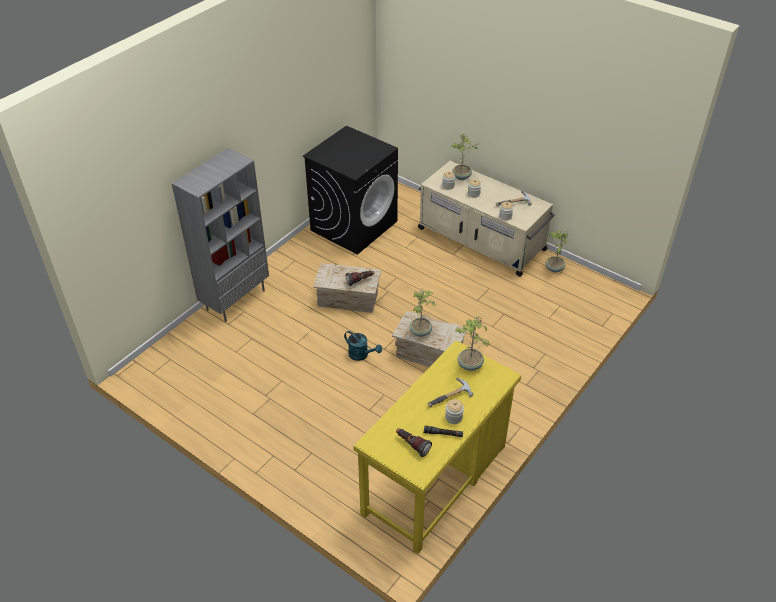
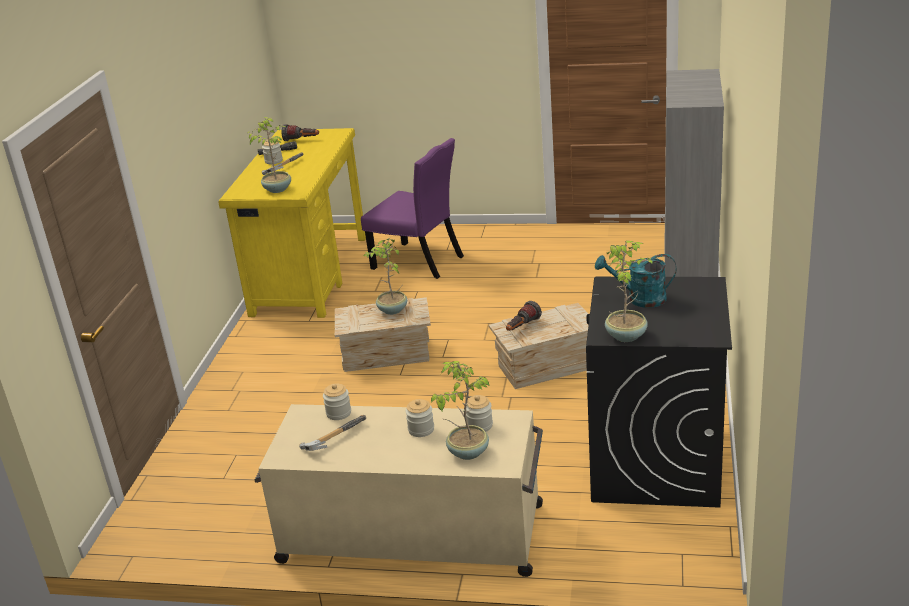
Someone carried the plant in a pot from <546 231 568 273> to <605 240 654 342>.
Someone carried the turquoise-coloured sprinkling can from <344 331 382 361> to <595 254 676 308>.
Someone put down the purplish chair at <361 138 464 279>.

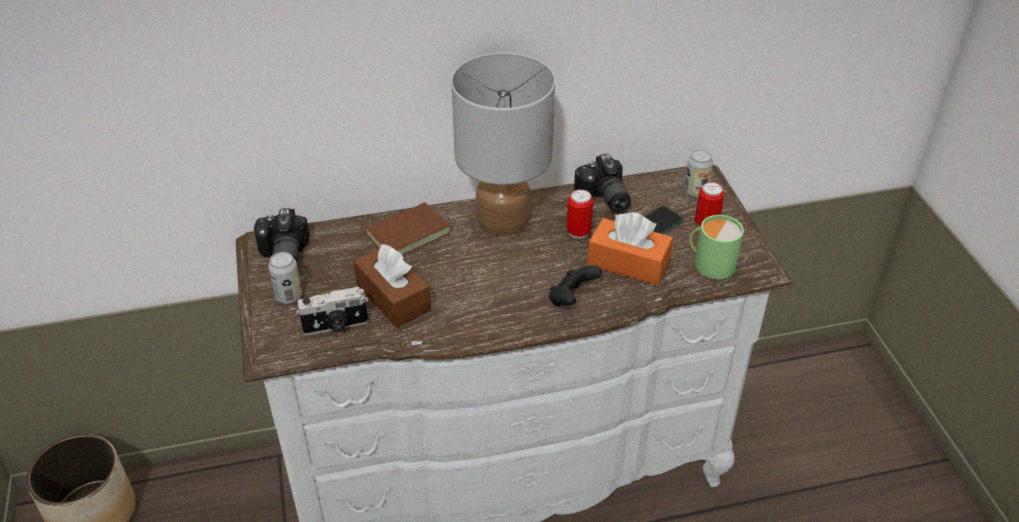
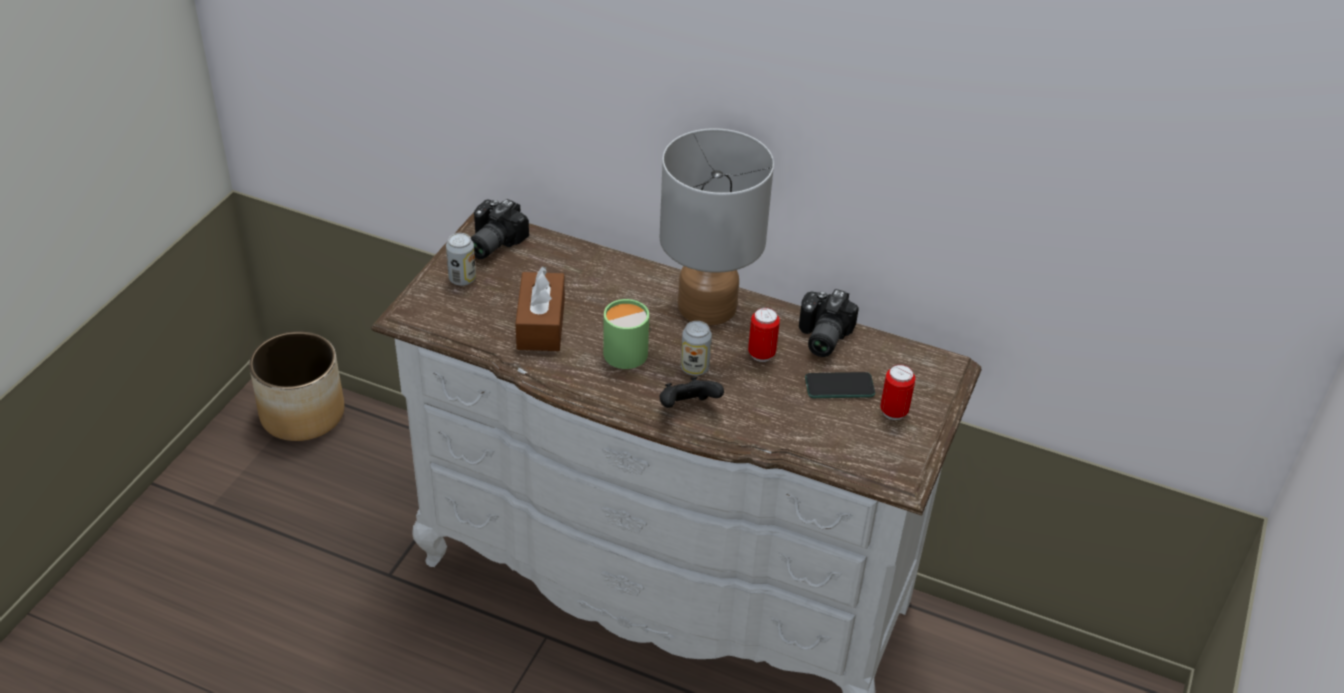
Someone carried the metal can from <684 150 713 197> to <681 321 712 376>.
Someone took away the brownish volume at <357 202 450 255>.
Someone took away the orange tissue box at <587 212 673 285>.
Someone carried the green-coloured coffee mug from <689 215 744 279> to <603 299 651 369>.
Someone took away the photo camera at <296 287 368 335>.

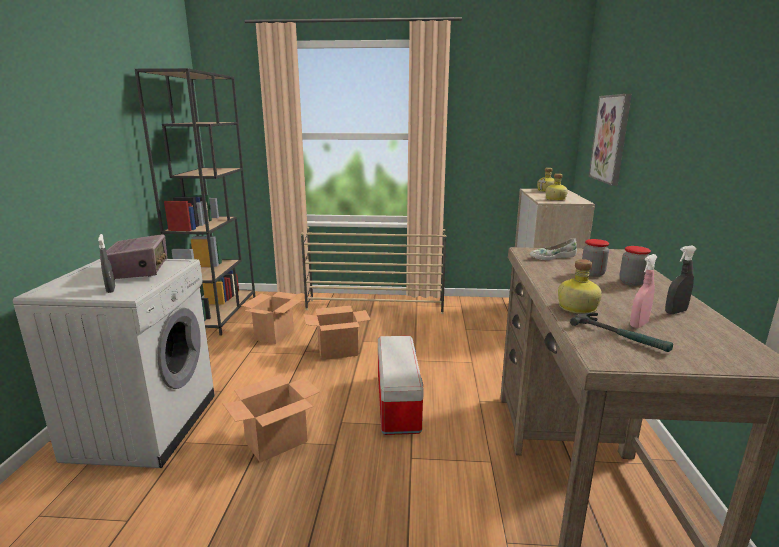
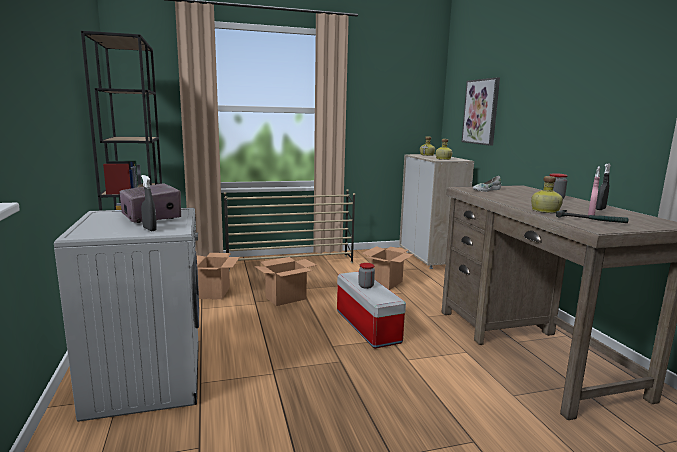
Someone carried the jar from <582 239 609 277> to <358 263 375 289>.
Someone carried the cardboard box from <223 374 321 463> to <362 246 414 290>.

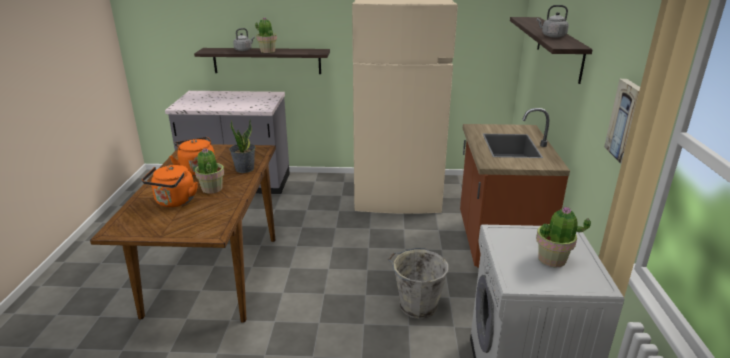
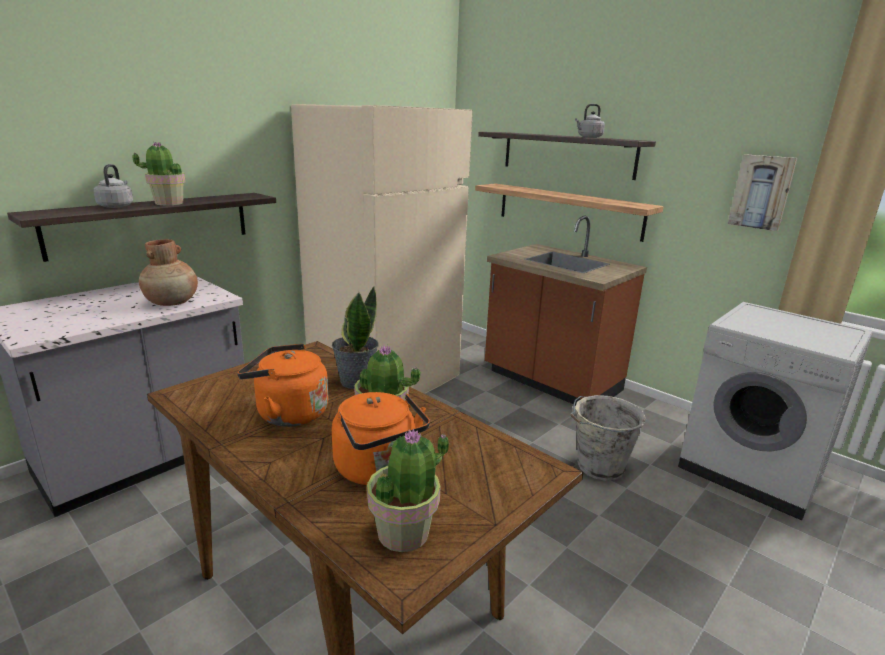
Someone carried the plant in a pot from <536 206 591 267> to <367 429 449 552>.
Someone put up the shelf at <475 183 664 242>.
Someone put down the brownish vase at <139 239 198 306>.

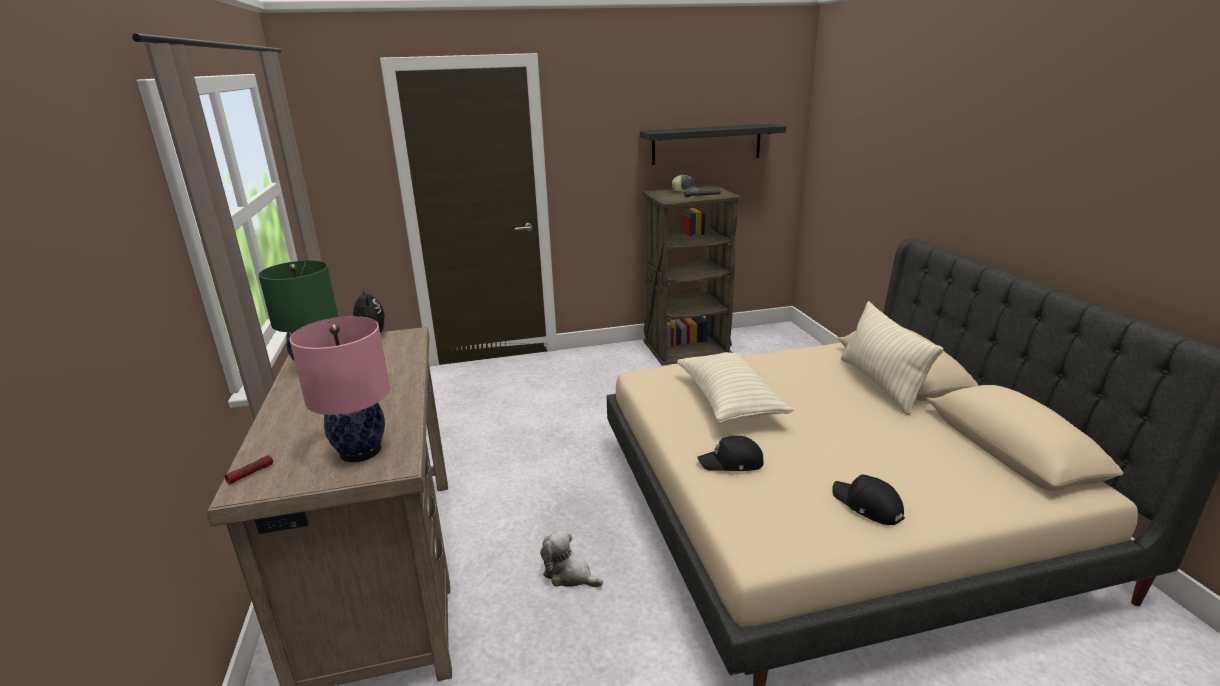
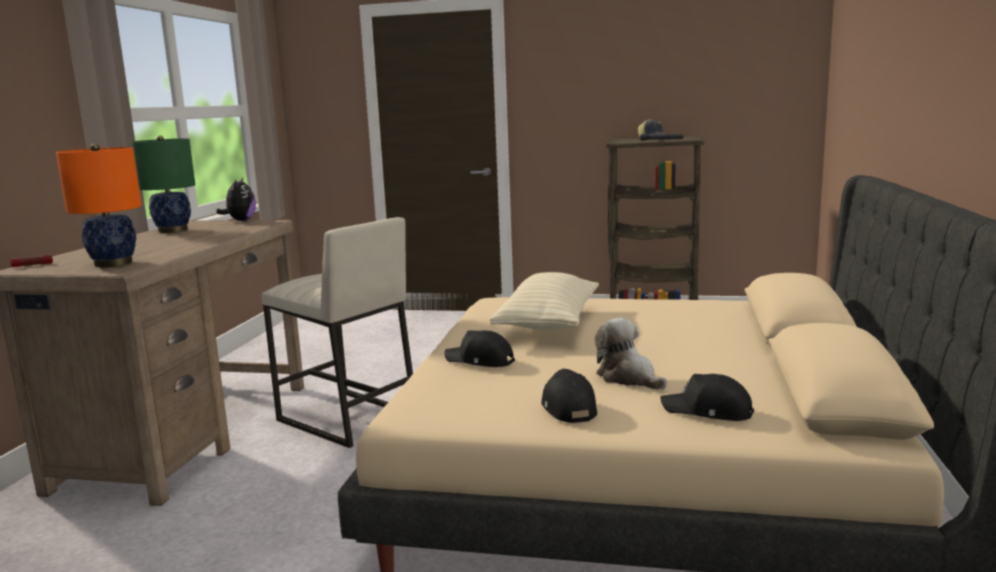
Someone took away the black shelf at <640 124 786 165>.
Someone took away the beige-coloured cushion at <841 301 944 415>.
Someone repainted the pink tabletop lamp at <289 316 390 462>, which became the orange tabletop lamp at <56 144 142 267>.
Someone carried the cuddly toy from <540 529 603 588> to <594 318 667 390>.
Someone put down the beige-coloured stool at <261 217 413 448>.
Someone put down the black cap at <660 374 754 421>.

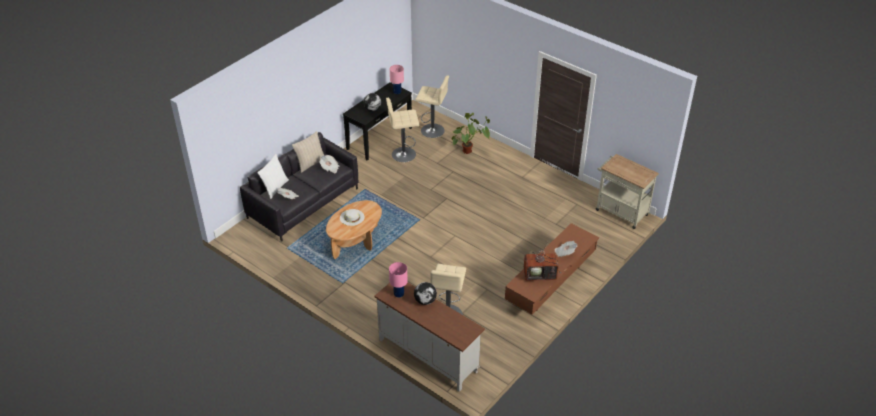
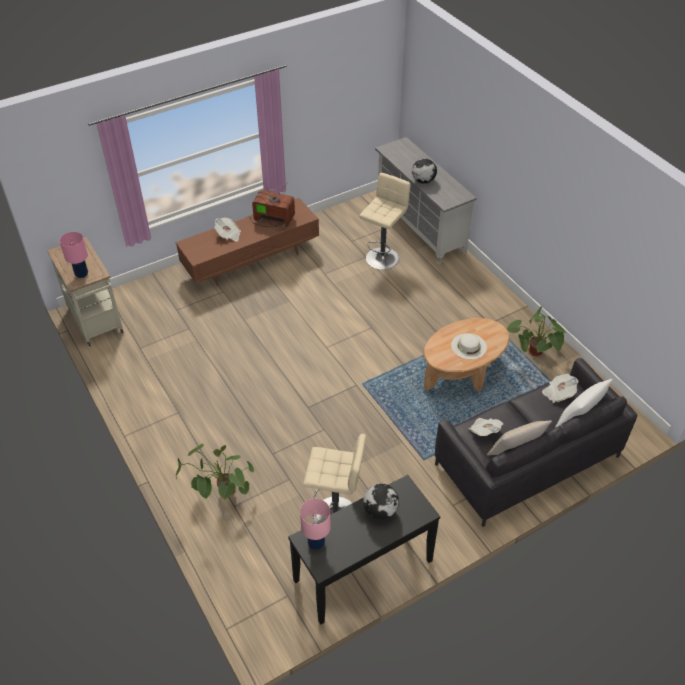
Someone took away the beige-coloured stool at <415 75 449 138>.
Someone carried the pink tabletop lamp from <389 262 408 298> to <59 232 88 278>.
Someone repainted the brownish chest of drawers at <374 282 485 392>, which became the gray chest of drawers at <375 137 477 265>.
Someone put down the plant in a pot at <506 306 566 356>.

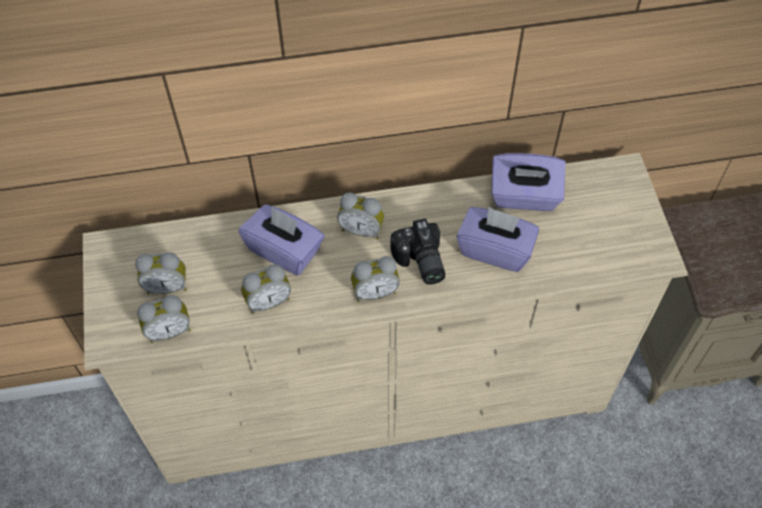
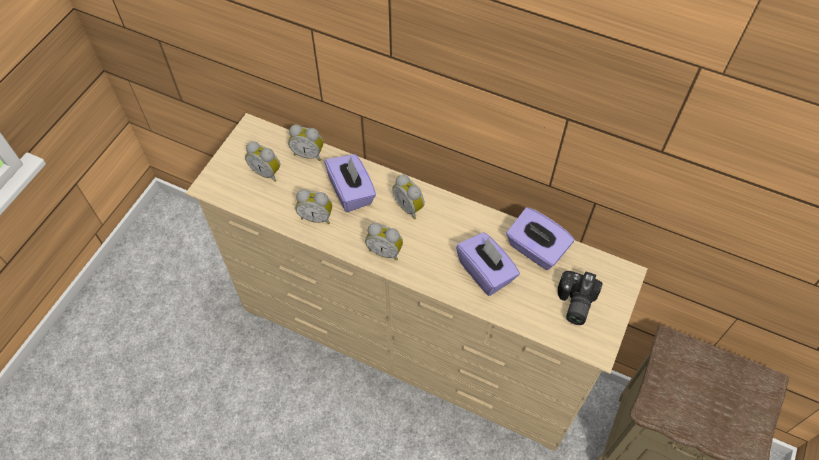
Someone carried the photo camera from <391 218 445 284> to <558 271 603 325>.
Someone carried the bedside clock from <137 295 191 343> to <288 125 323 161>.

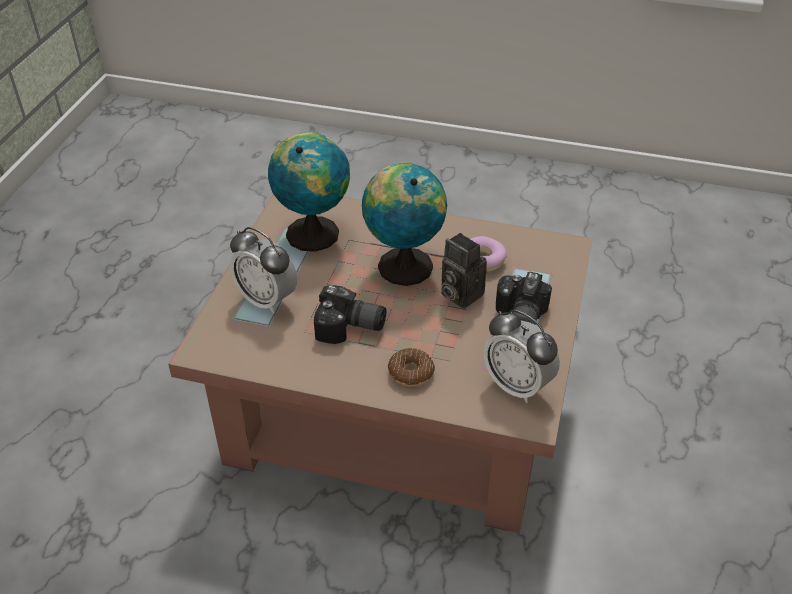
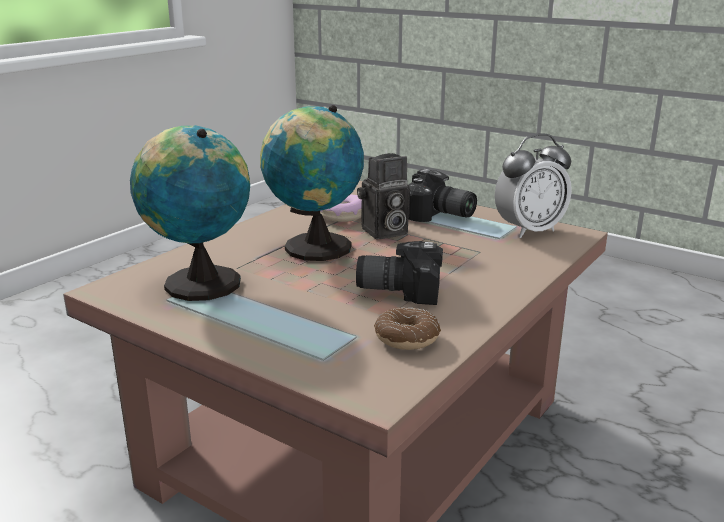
Someone took away the bedside clock at <230 227 297 314>.
Someone rotated the photo camera at <314 285 386 344> by 120 degrees counterclockwise.
Someone carried the ring doughnut from <388 348 435 387> to <374 308 441 350>.

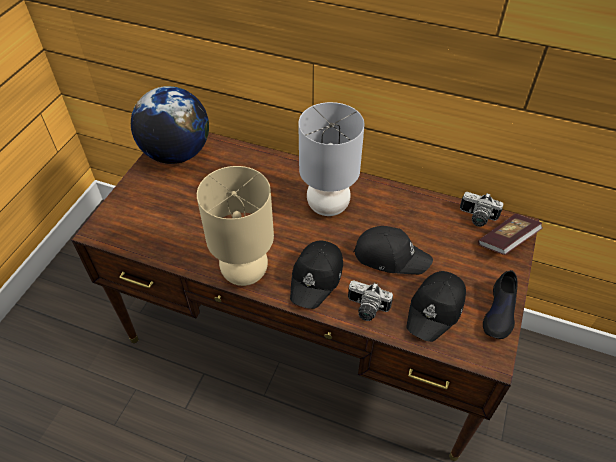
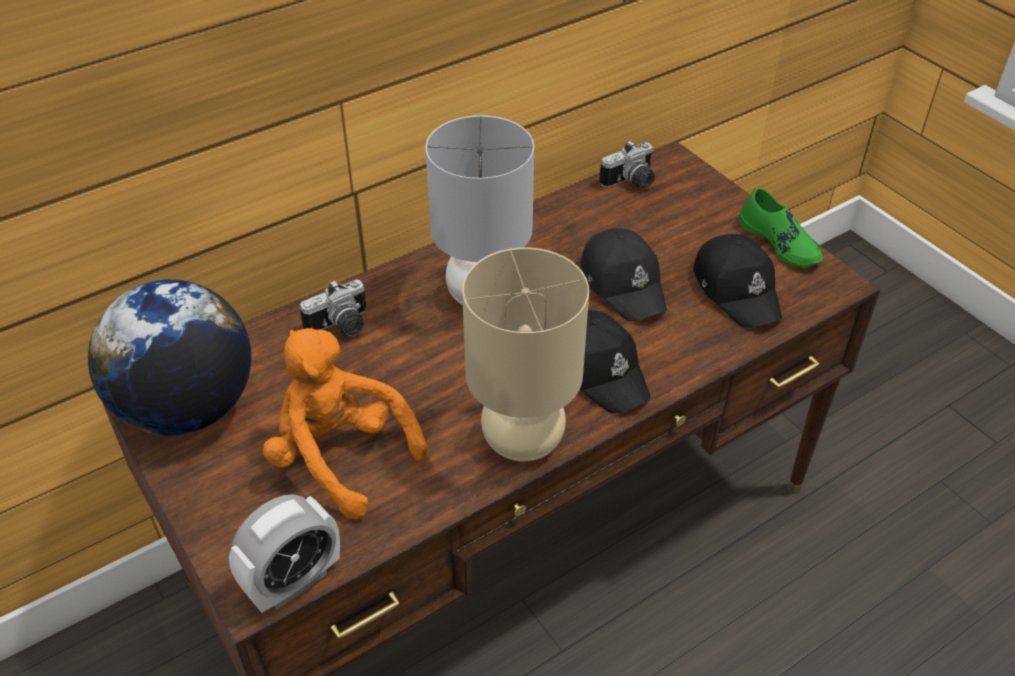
Someone took away the volume at <478 214 543 255>.
Someone rotated the black cap at <353 226 433 275> by 105 degrees clockwise.
Someone repainted the black low shoe at <483 270 518 339>, which became the green-coloured low shoe at <739 188 824 267>.
Someone carried the photo camera from <348 280 393 321> to <300 280 366 336>.
Someone put down the orange cuddly toy at <263 328 428 519>.
Someone put down the bedside clock at <229 494 340 613>.

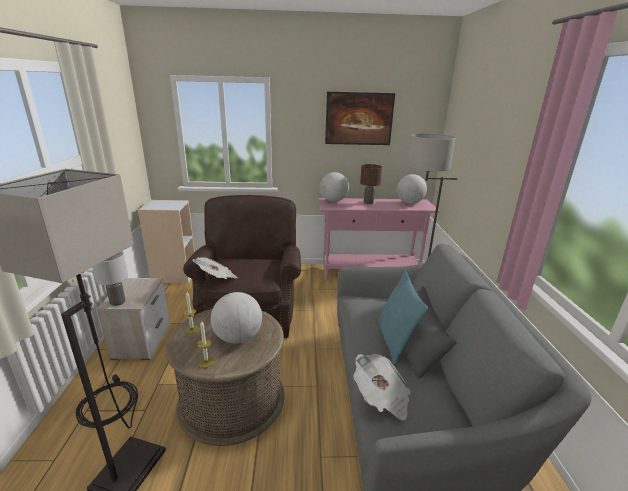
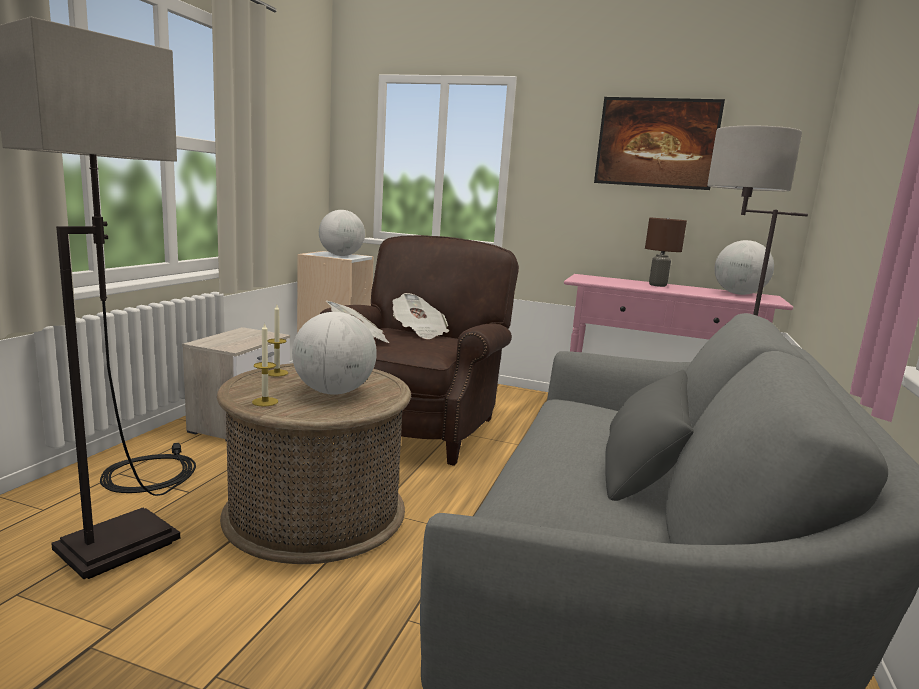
Someone carried the world globe from <320 172 349 202> to <319 210 365 256>.
Someone took away the whitish tabletop lamp at <92 251 128 306>.
Someone took away the turquoise-coloured cushion at <378 271 428 365>.
Someone carried the printed paper from <353 354 411 420> to <392 293 449 339>.

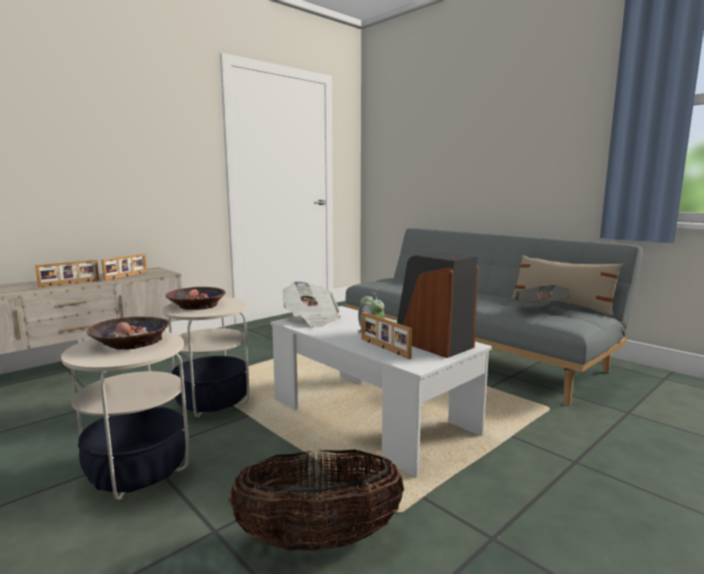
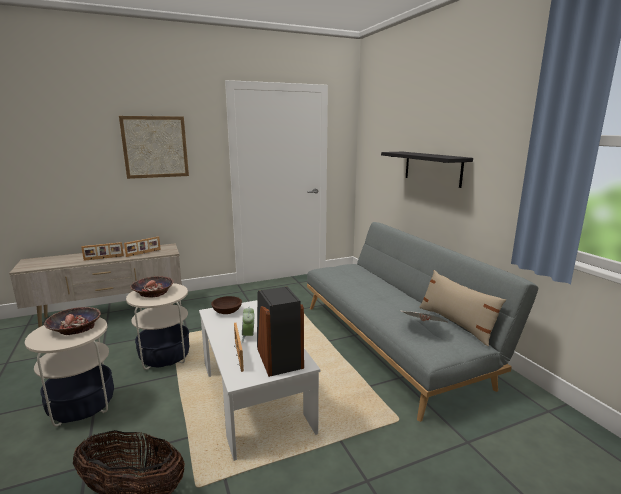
Someone swapped the printed paper at <282 281 341 328> for the brownish bowl at <211 296 242 314>.
Someone put up the wall art at <119 115 189 179>.
Someone put up the black shelf at <381 152 473 188>.

